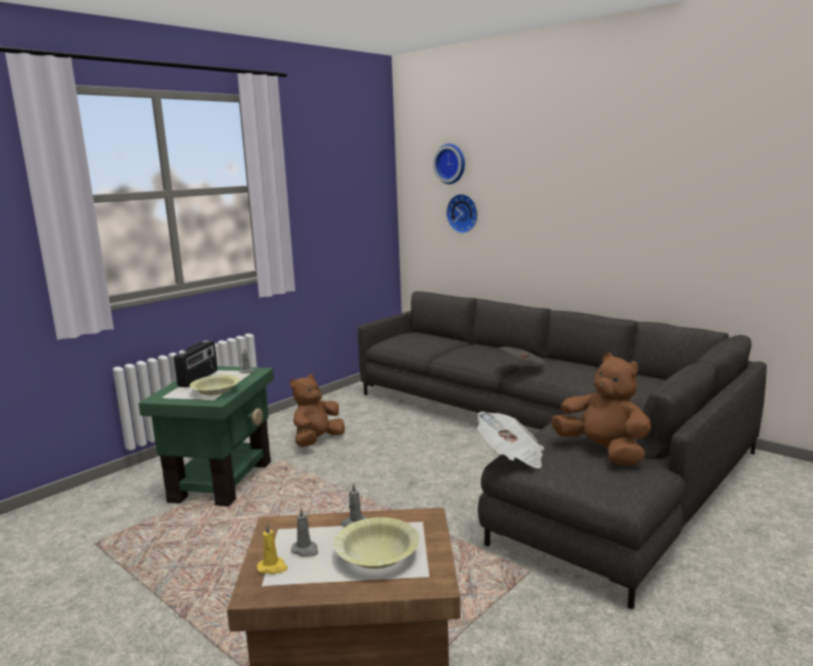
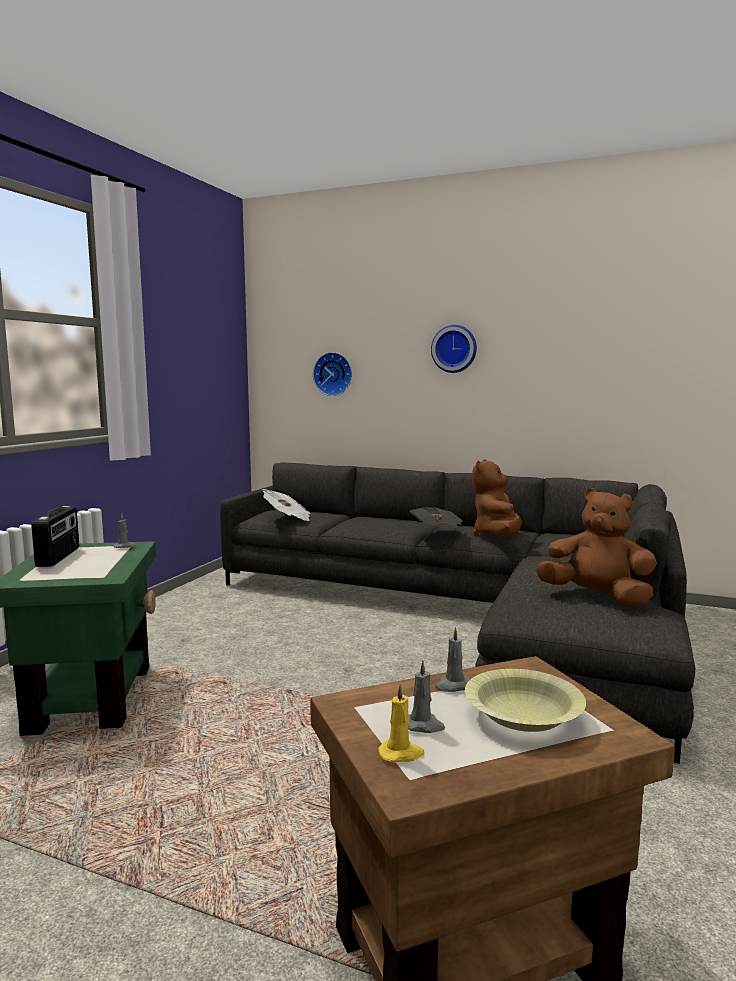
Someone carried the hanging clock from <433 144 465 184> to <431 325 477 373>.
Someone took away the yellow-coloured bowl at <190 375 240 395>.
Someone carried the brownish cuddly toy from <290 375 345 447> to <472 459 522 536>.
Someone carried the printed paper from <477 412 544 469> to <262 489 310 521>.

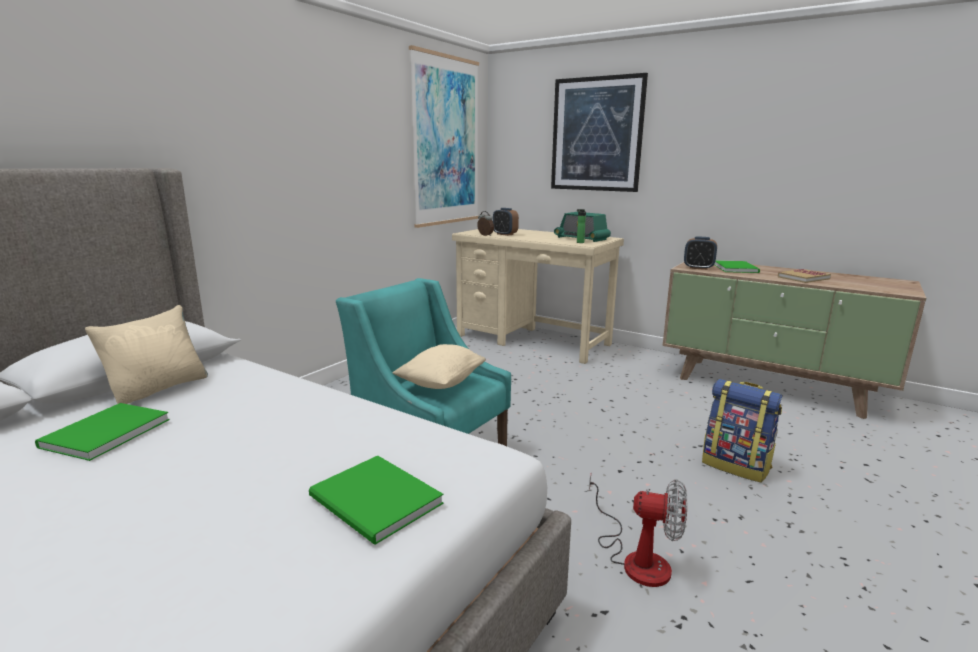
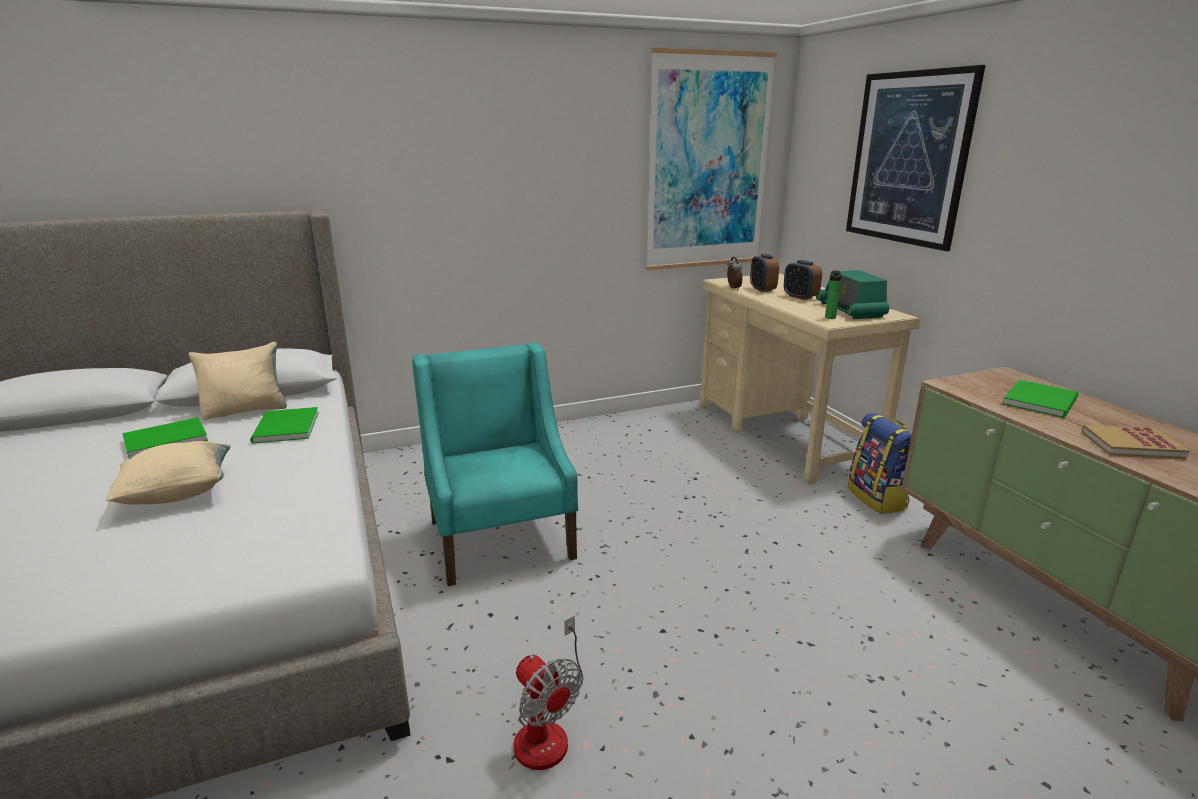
Someone carried the bedside clock from <684 236 717 270> to <784 260 822 300>.
Someone carried the beige-coloured cushion from <392 344 486 389> to <105 441 231 505>.
Someone carried the rucksack from <702 379 782 483> to <847 412 912 514>.
Someone carried the green-coloured volume from <309 455 444 545> to <250 407 319 444>.

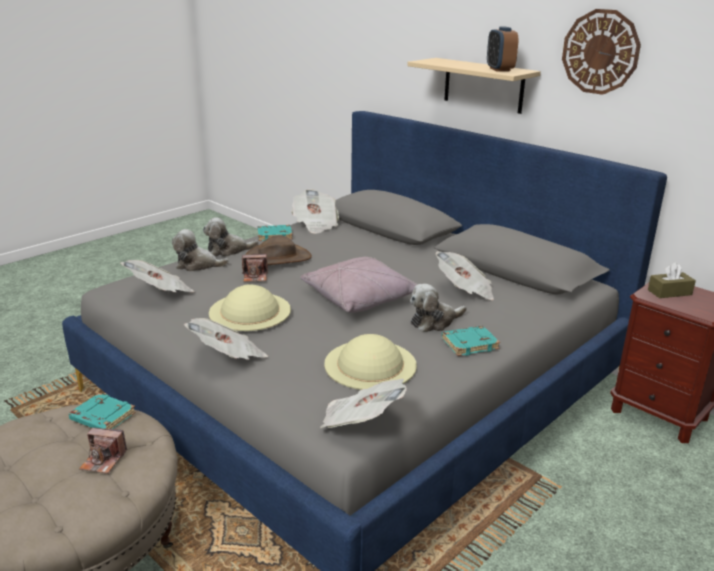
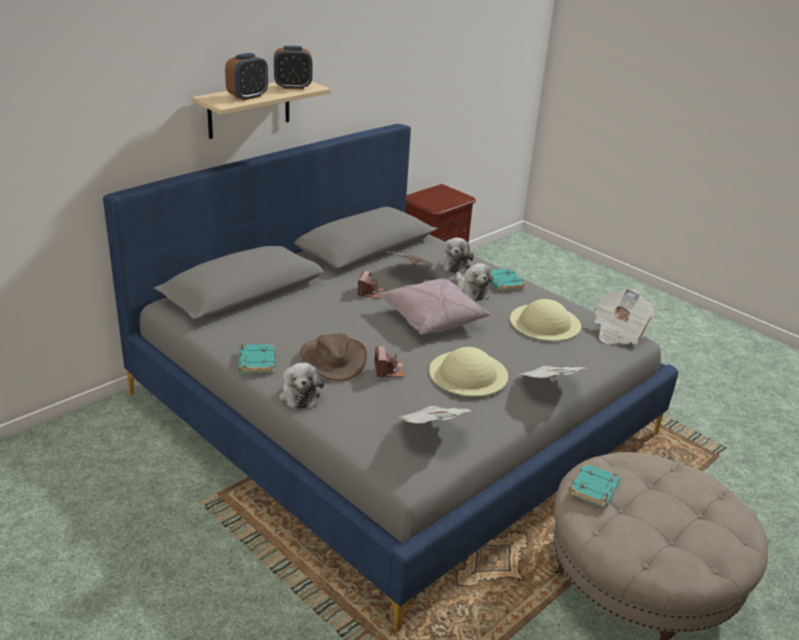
Someone took away the hanging clock at <562 9 641 95>.
Someone took away the printed paper at <291 189 339 234>.
Someone carried the cuddly toy from <172 229 229 272> to <439 237 474 273>.
Someone took away the brownish tissue box at <648 262 696 298>.
Someone carried the photo camera from <79 428 127 474> to <357 270 385 299>.
Someone put down the bedside clock at <225 53 268 100>.

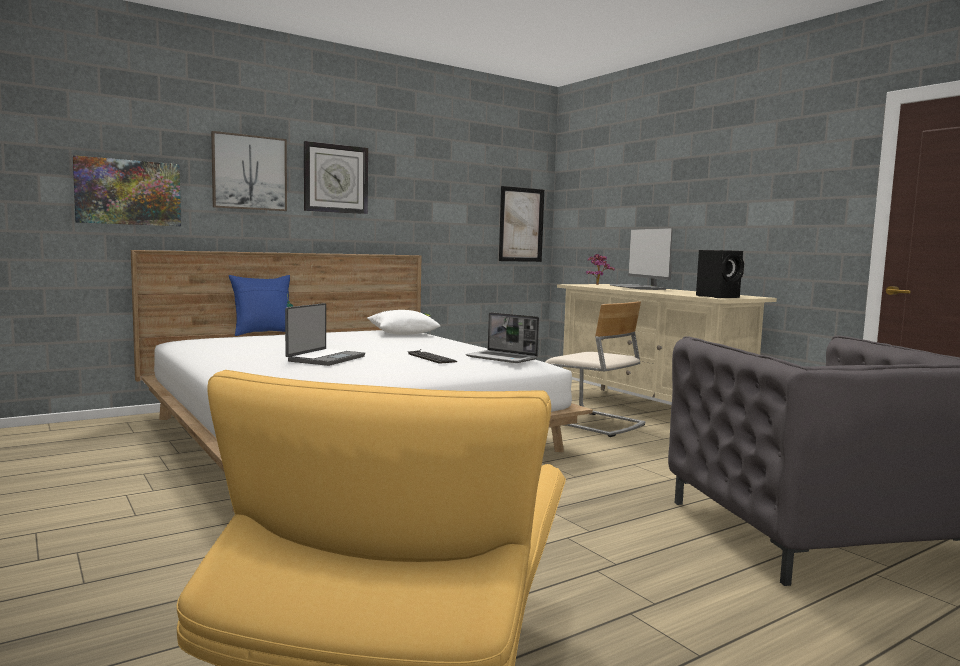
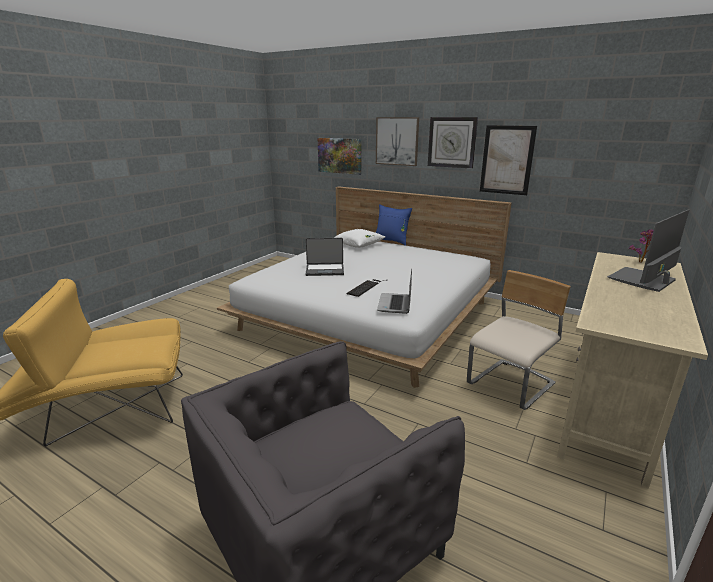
Someone carried the wall art from <499 186 544 262> to <480 125 537 195>.
Someone took away the black audio speaker at <696 250 744 298>.
Someone rotated the beige-coloured chair at <545 301 646 437> by 150 degrees counterclockwise.
Someone carried the whitish cushion from <367 310 440 335> to <334 229 385 248>.

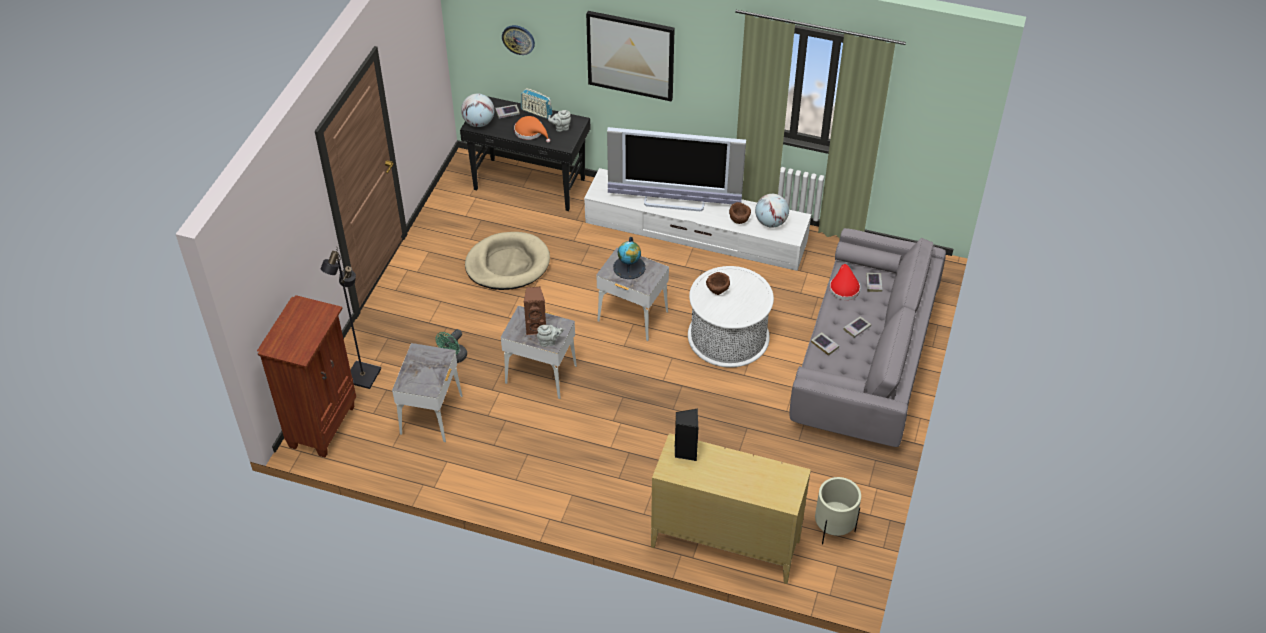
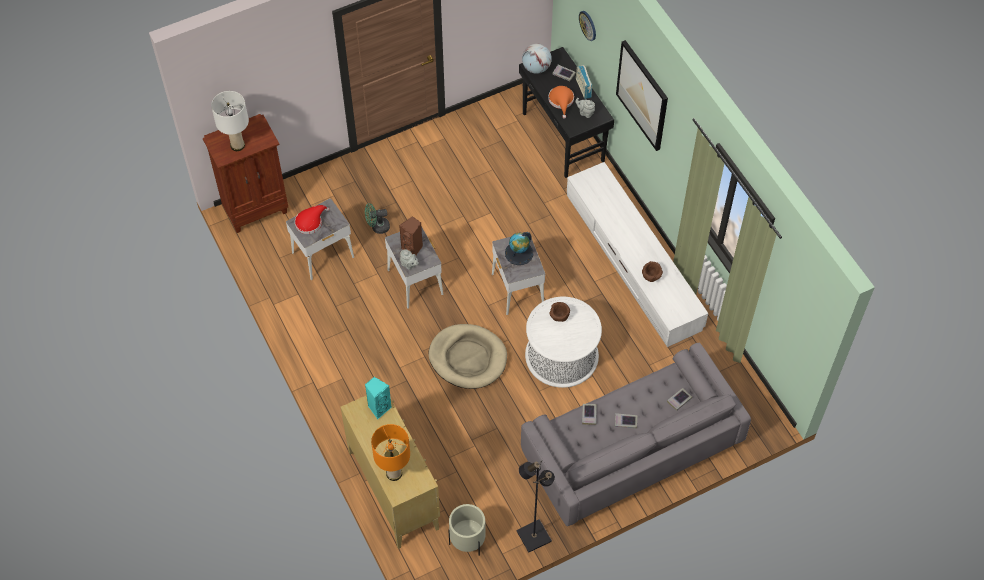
Someone took away the television at <607 127 746 211>.
Someone took away the world globe at <755 194 789 228>.
Someone carried the beige-coloured pet bed from <465 232 550 290> to <429 324 507 389>.
Someone carried the black standing lamp from <321 248 381 389> to <517 461 555 553>.
Someone carried the red hat from <829 264 860 300> to <295 205 329 234>.
Someone repainted the black audio speaker at <675 409 699 461>, which became the turquoise-coloured audio speaker at <365 377 392 419>.
Someone put down the whitish tabletop lamp at <211 91 249 151>.
Someone put down the orange tabletop lamp at <371 424 410 481>.

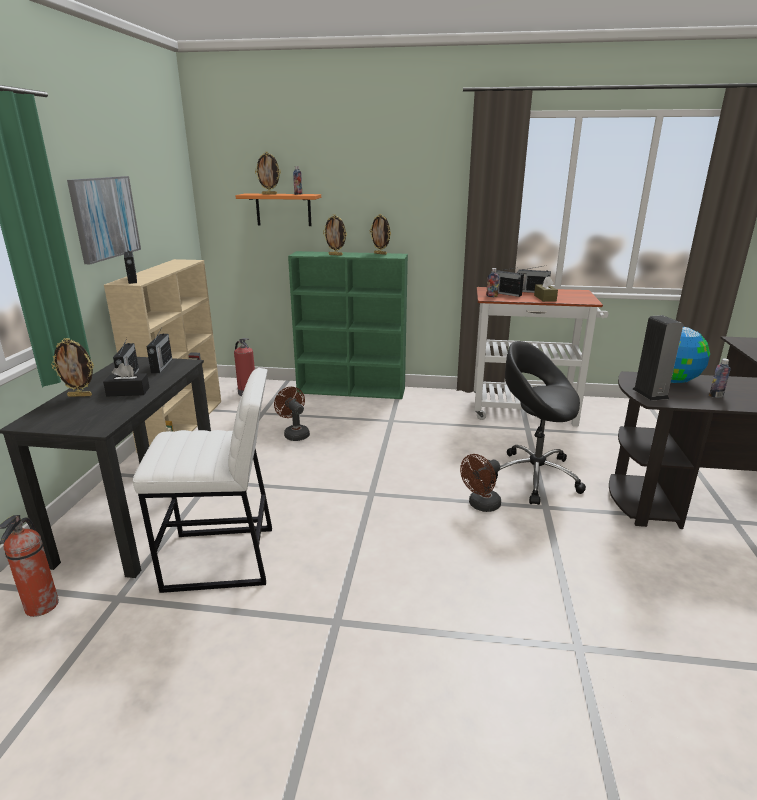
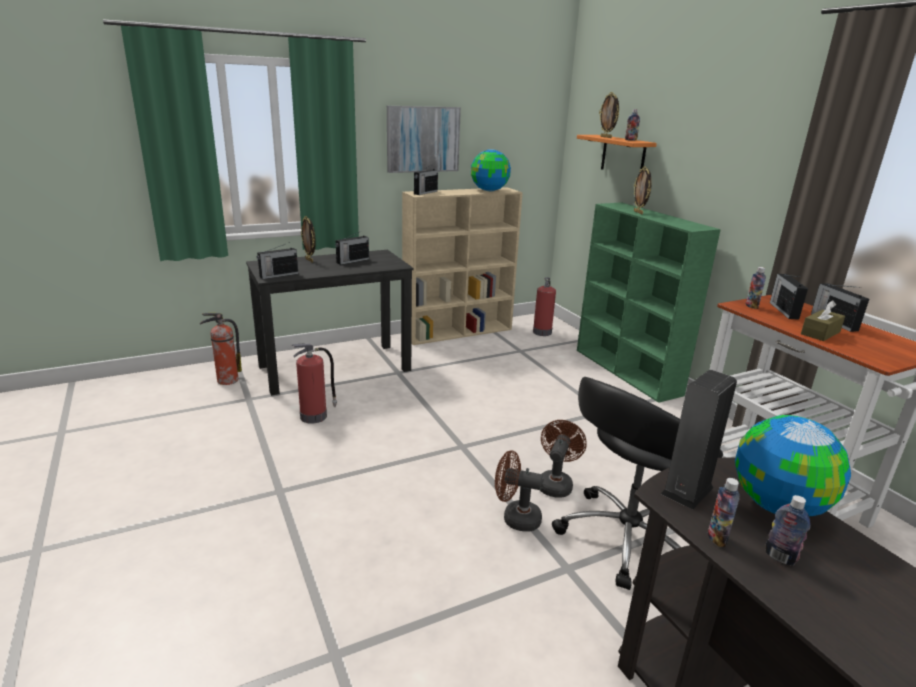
Someone took away the standing frame at <370 214 391 255>.
Someone carried the radio from <146 330 172 373> to <257 242 298 279>.
Someone rotated the black desk chair at <491 341 586 505> by 120 degrees counterclockwise.
Someone took away the black tissue box at <103 363 150 396>.
Someone swapped the whitish chair at <133 368 272 593> for the fire-fighting cylinder at <292 343 337 424>.
Someone carried the brownish electric fan from <274 387 310 441> to <540 420 587 498>.
Someone put down the world globe at <471 149 511 191>.
Someone put down the beverage bottle at <708 478 740 547>.

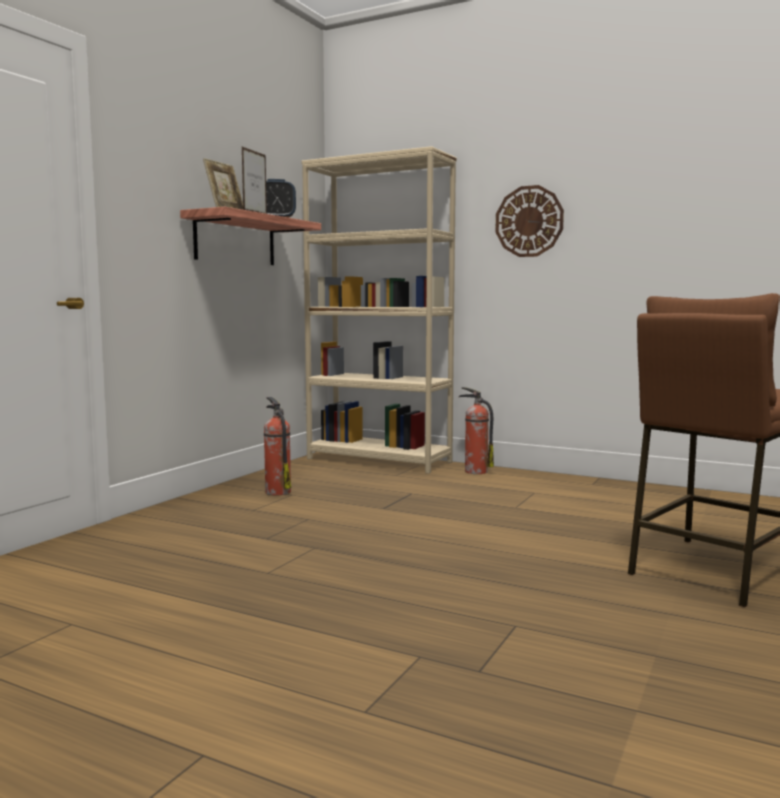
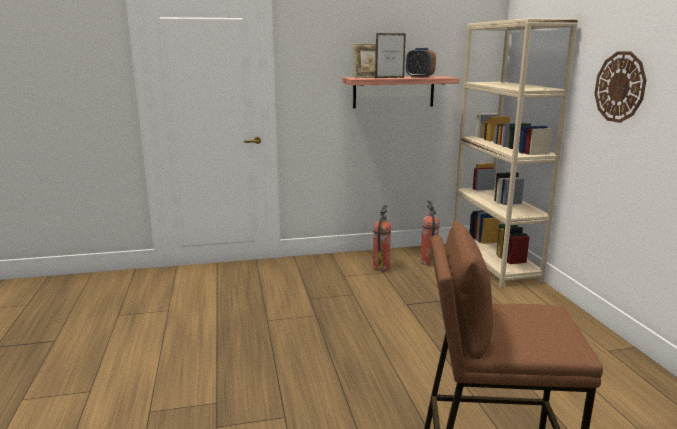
Someone carried the fire-fighting cylinder from <459 387 494 474> to <420 200 440 265>.

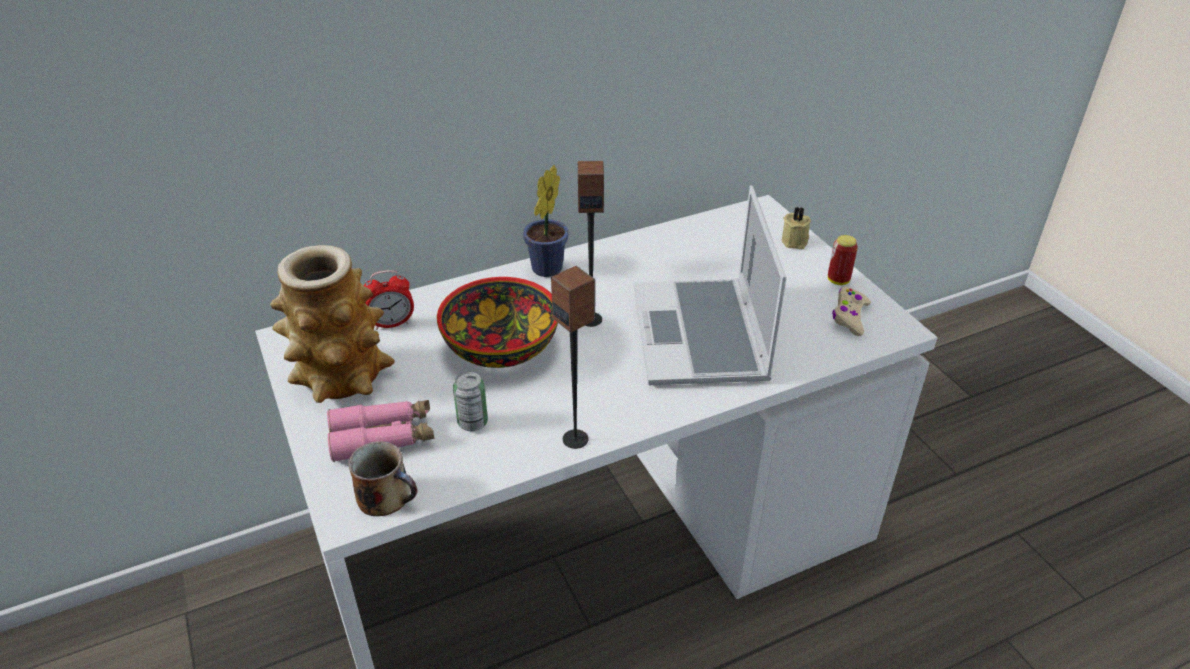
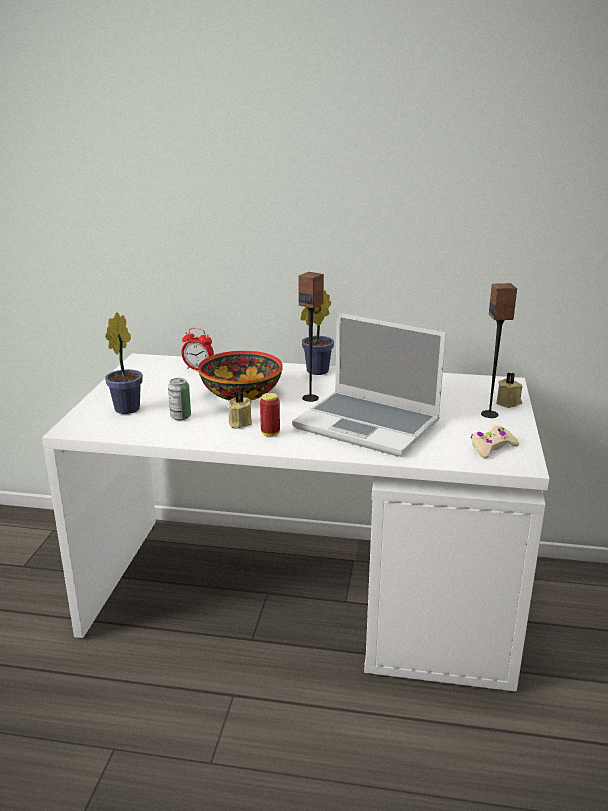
Someone rotated the notebook computer at <634 186 786 385> by 90 degrees counterclockwise.
Someone carried the metal can from <828 235 858 285> to <260 393 280 436>.
Someone took away the vase at <270 245 394 403>.
Someone carried the audio speaker from <551 266 595 449> to <481 283 517 418>.
Someone swapped the pink binoculars at <327 400 435 462> for the plant in a pot at <105 312 143 414>.
Someone took away the coffee mug at <348 441 418 516>.
Someone put down the beige-coloured candle at <229 391 252 429>.

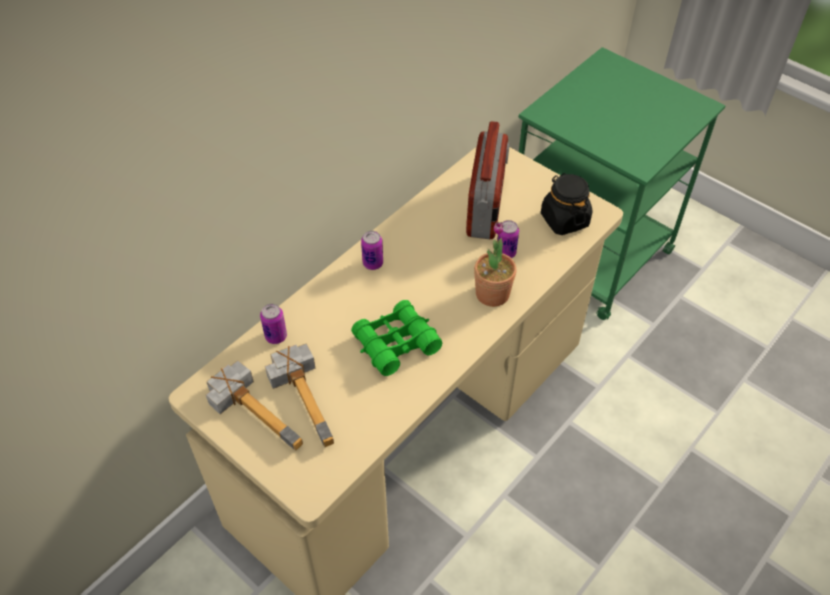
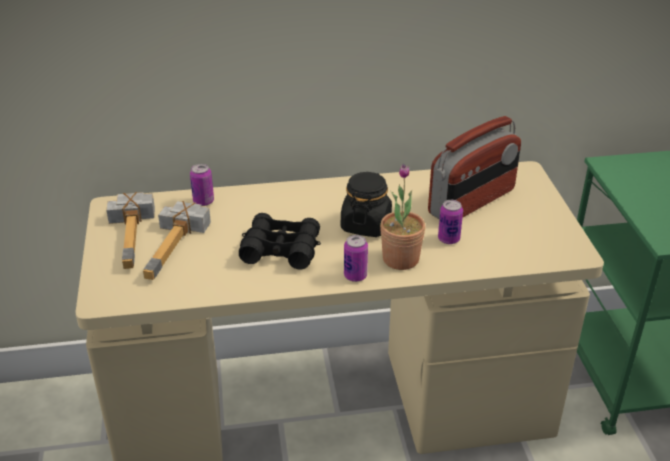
Someone carried the black jar from <541 173 592 235> to <341 172 392 237>.
Someone carried the metal can from <361 231 383 270> to <344 235 368 282>.
Someone repainted the green-coloured binoculars at <351 300 442 376>, which became the black binoculars at <239 213 321 270>.

